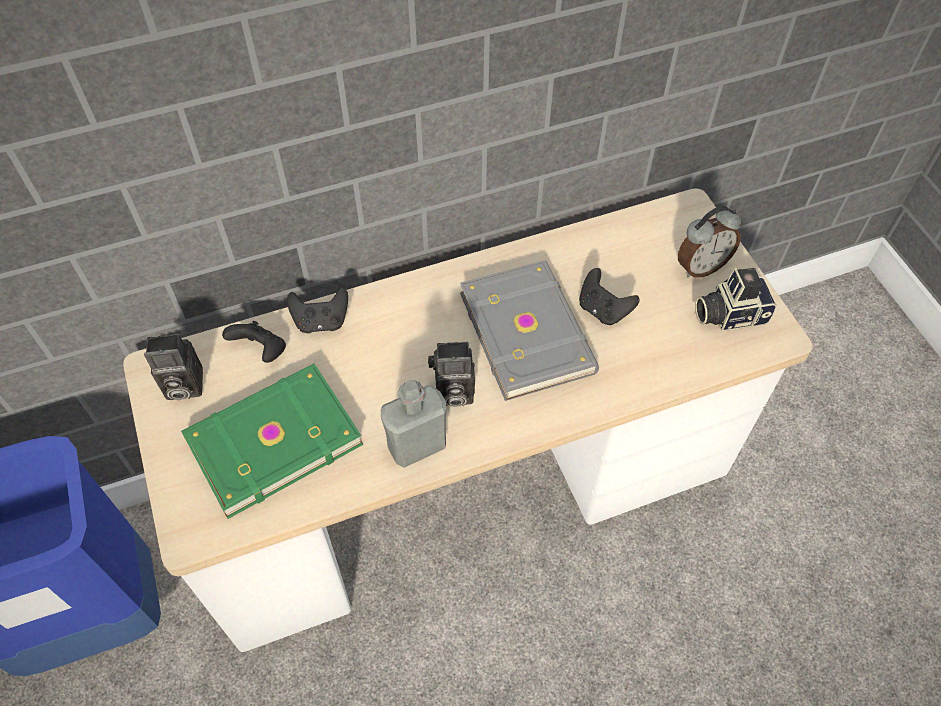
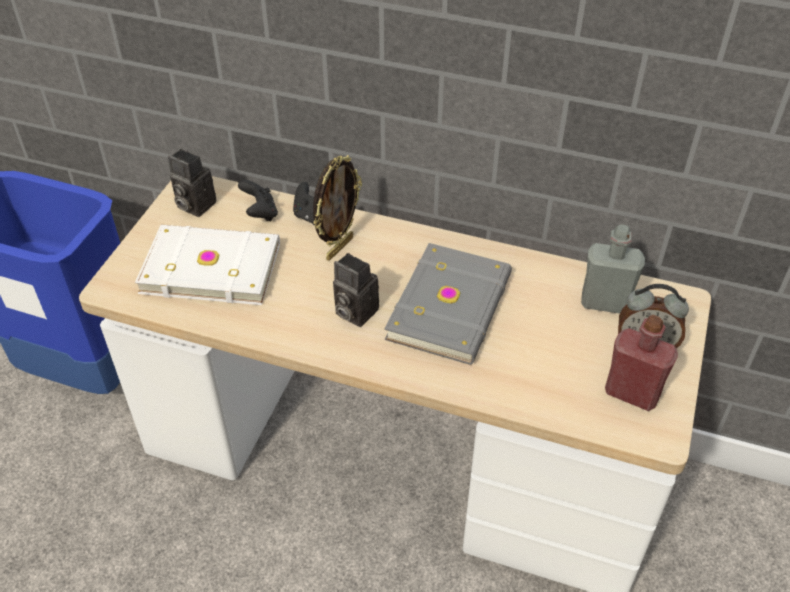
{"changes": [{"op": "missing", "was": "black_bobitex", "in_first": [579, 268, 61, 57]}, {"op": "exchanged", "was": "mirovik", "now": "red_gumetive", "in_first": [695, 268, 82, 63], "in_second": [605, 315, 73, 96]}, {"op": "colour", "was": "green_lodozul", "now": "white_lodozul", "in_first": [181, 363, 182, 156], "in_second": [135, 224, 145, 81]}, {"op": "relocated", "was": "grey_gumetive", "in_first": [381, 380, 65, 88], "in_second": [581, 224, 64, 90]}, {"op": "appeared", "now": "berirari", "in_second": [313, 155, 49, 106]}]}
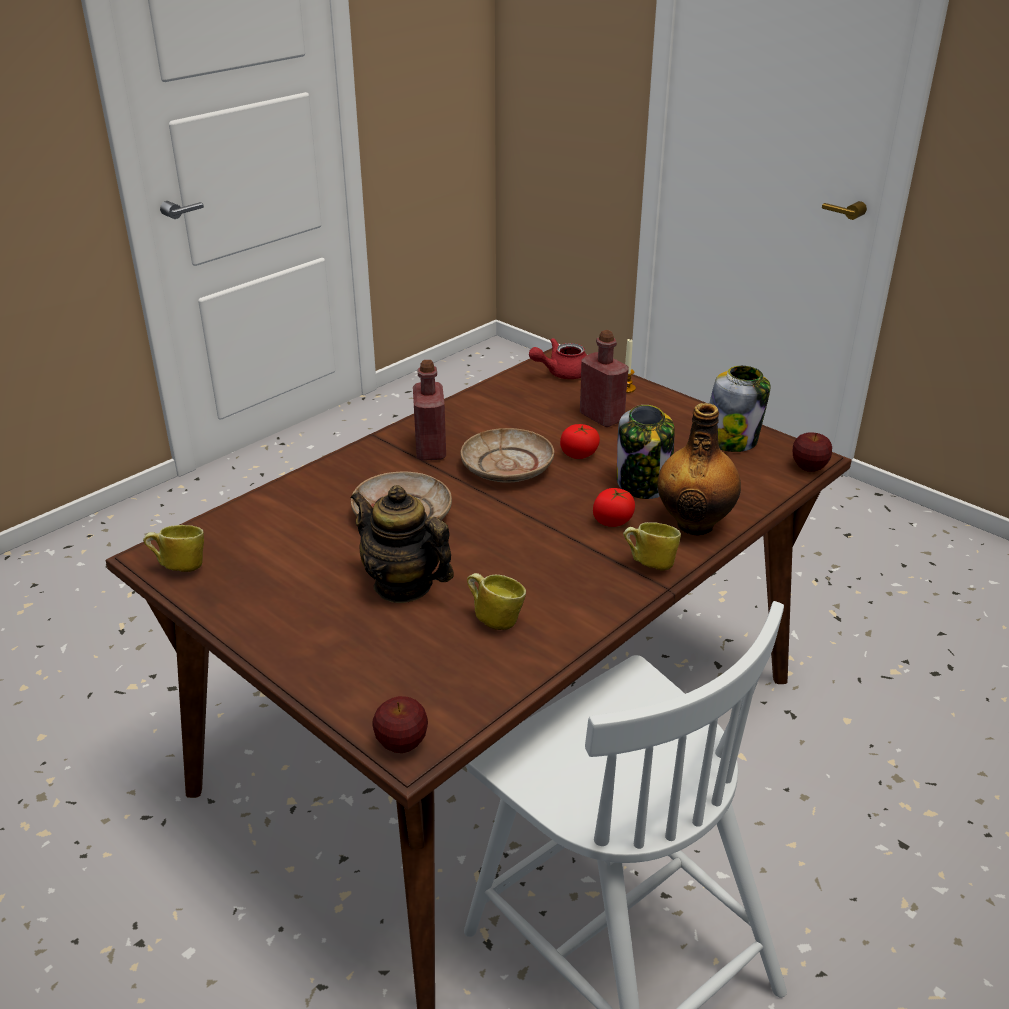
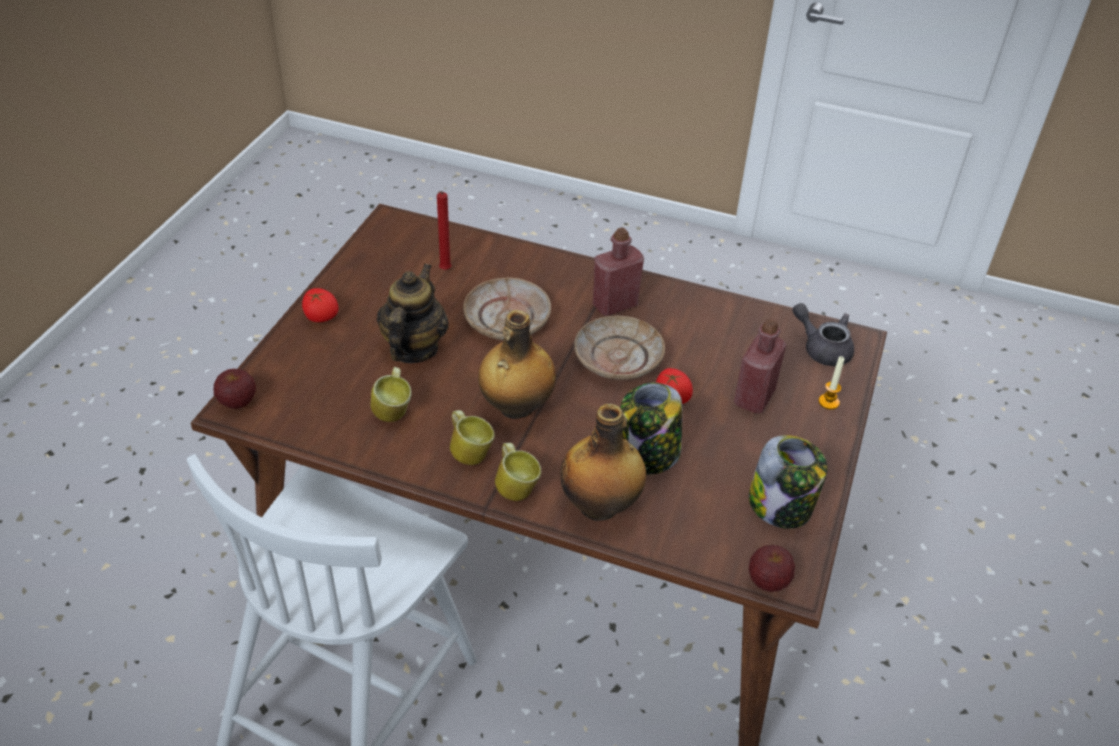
{"changes": [{"op": "colour", "was": "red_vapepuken", "now": "grey_vapepuken", "in_first": [529, 338, 58, 41], "in_second": [793, 303, 61, 63]}, {"op": "relocated", "was": "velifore", "in_first": [593, 488, 42, 39], "in_second": [302, 288, 36, 34]}, {"op": "relocated", "was": "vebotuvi", "in_first": [143, 525, 61, 47], "in_second": [450, 410, 45, 55]}, {"op": "appeared", "now": "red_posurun", "in_second": [437, 191, 15, 79]}, {"op": "appeared", "now": "gumetive", "in_second": [478, 310, 78, 109]}]}
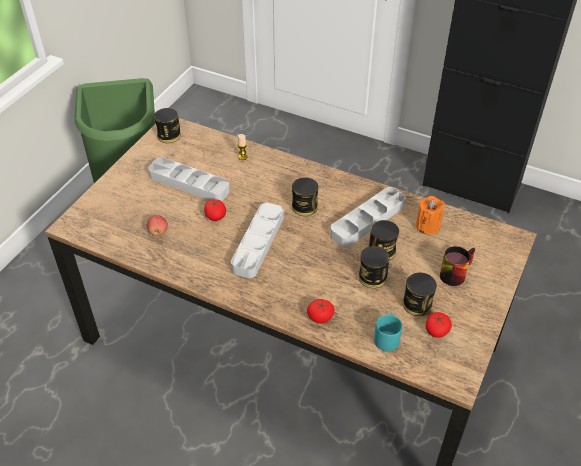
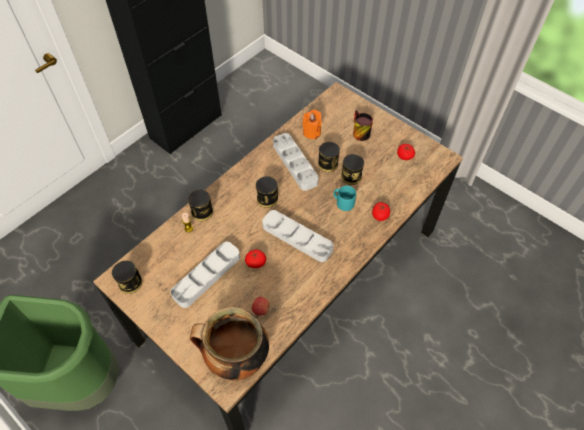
{"changes": [{"op": "relocated", "was": "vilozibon", "in_first": [403, 273, 34, 43], "in_second": [188, 190, 25, 31]}, {"op": "relocated", "was": "turquoise_vebotuvi", "in_first": [374, 314, 28, 38], "in_second": [334, 186, 22, 25]}, {"op": "appeared", "now": "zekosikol", "in_second": [190, 307, 79, 73]}]}
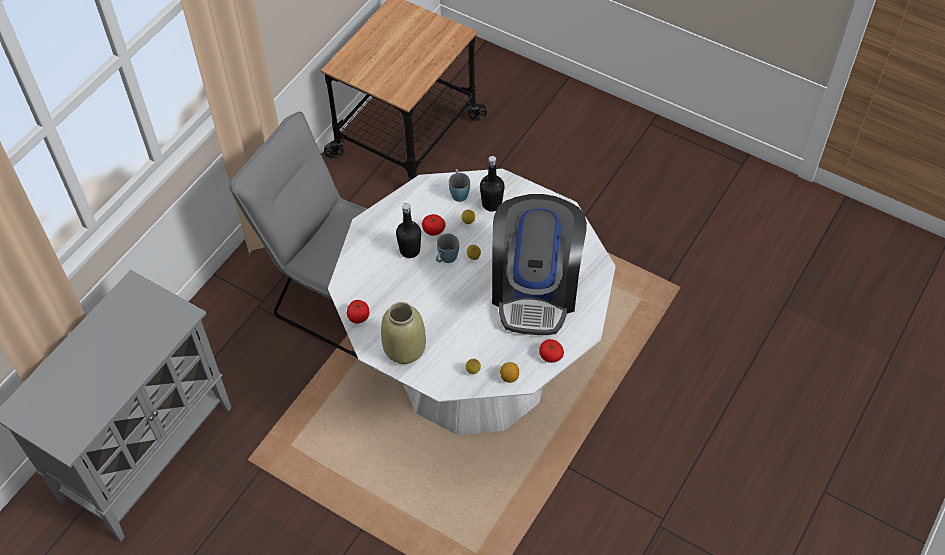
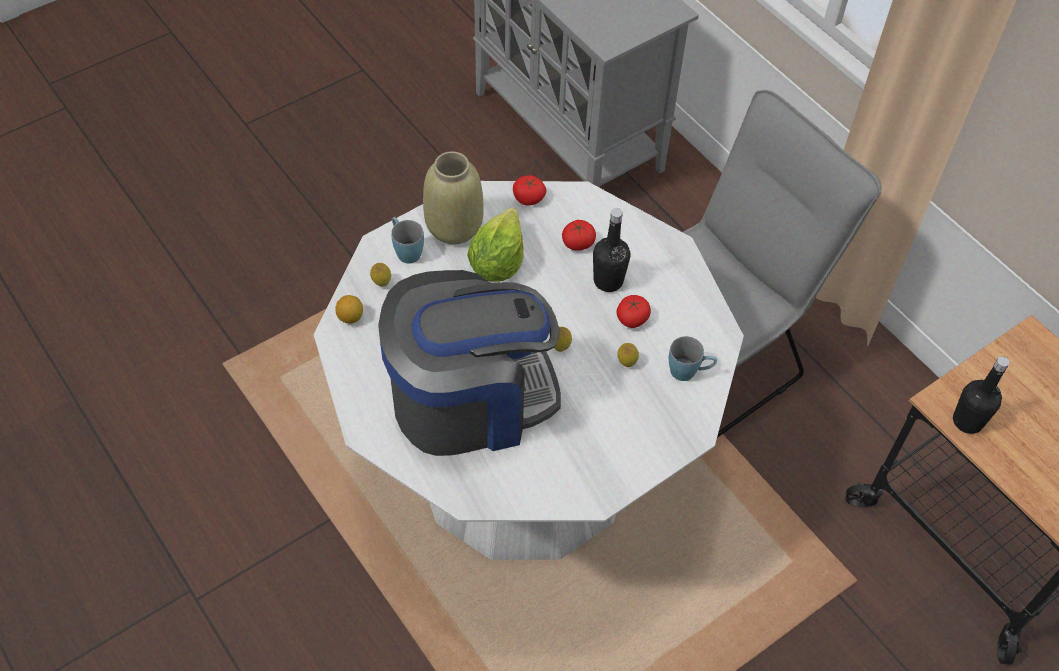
{"changes": [{"op": "relocated", "was": "black_gumetive", "in_first": [480, 156, 25, 56], "in_second": [953, 356, 57, 78]}, {"op": "spun", "was": "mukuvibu", "in_first": [492, 194, 95, 141], "in_second": [378, 270, 183, 186], "clockwise": 135}, {"op": "relocated", "was": "blue_vebotuvi", "in_first": [436, 234, 23, 29], "in_second": [391, 217, 33, 47]}, {"op": "relocated", "was": "velifore", "in_first": [539, 339, 25, 24], "in_second": [562, 220, 34, 31]}, {"op": "appeared", "now": "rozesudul", "in_second": [467, 208, 57, 74]}]}
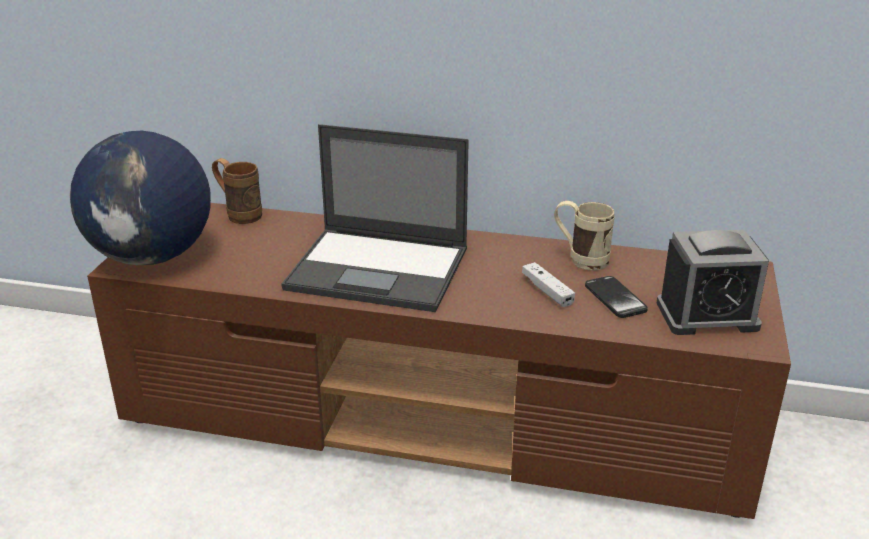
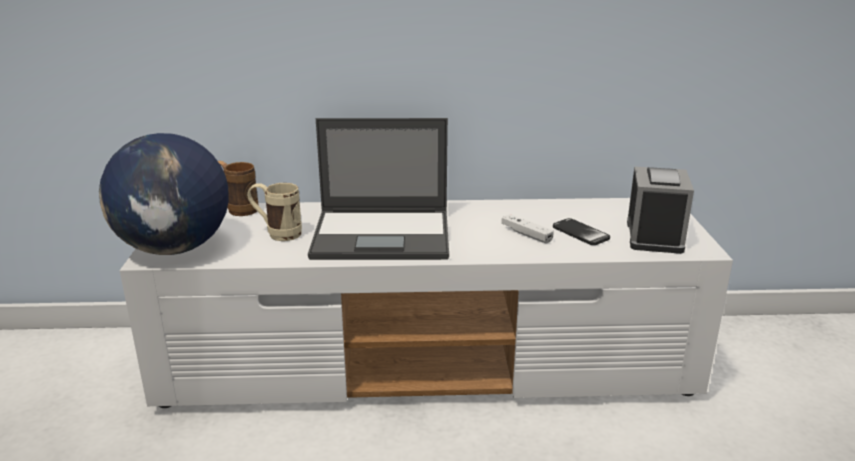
{"changes": [{"op": "relocated", "was": "beige_vebotuvi", "in_first": [554, 201, 61, 70], "in_second": [247, 183, 55, 58]}, {"op": "colour", "was": "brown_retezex", "now": "white_retezex", "in_first": [87, 203, 704, 316], "in_second": [120, 198, 613, 210]}, {"op": "spun", "was": "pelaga", "in_first": [657, 230, 112, 105], "in_second": [627, 166, 67, 88], "clockwise": -60}]}
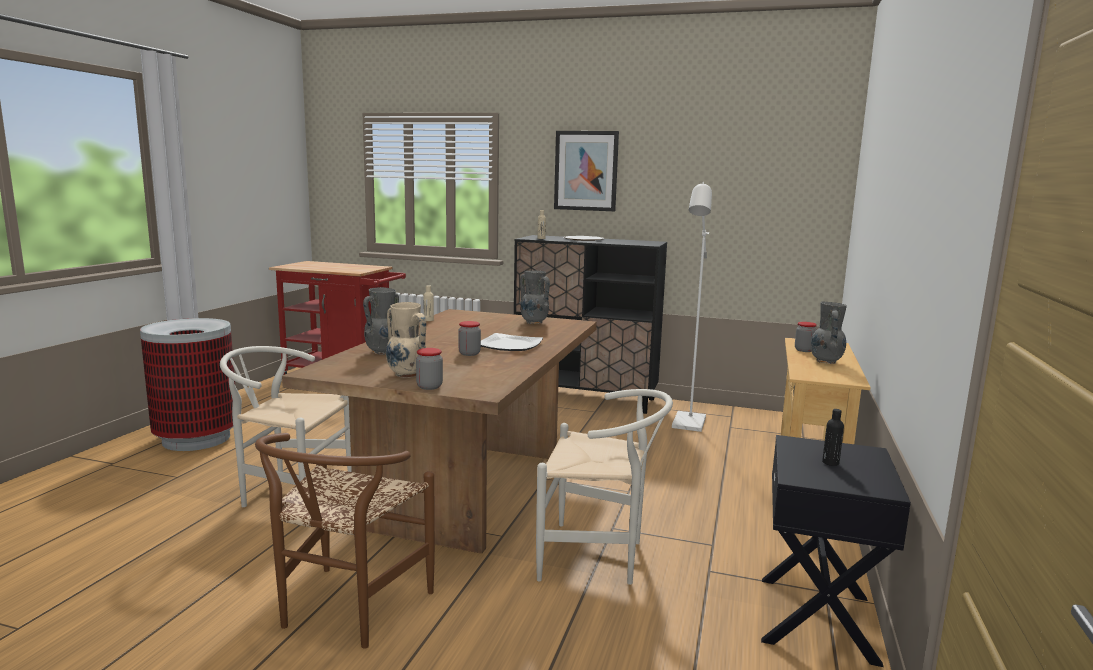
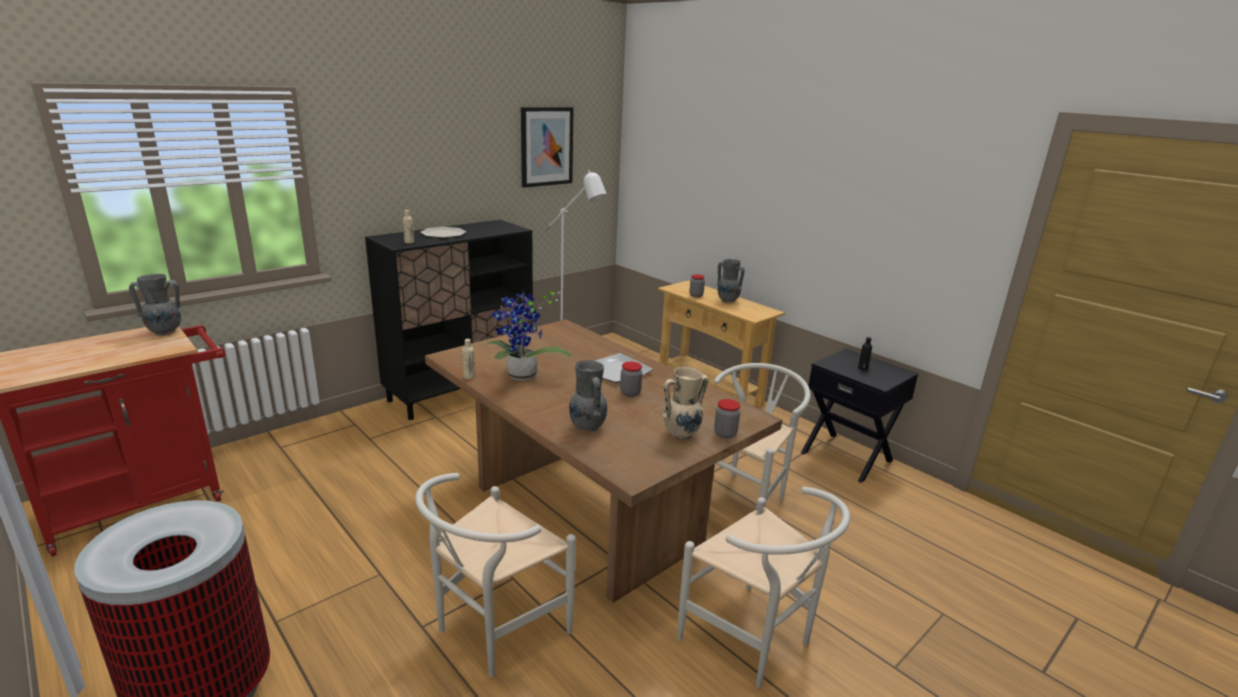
{"changes": [{"op": "relocated", "was": "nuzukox", "in_first": [554, 131, 65, 80], "in_second": [521, 107, 53, 81]}, {"op": "relocated", "was": "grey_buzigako", "in_first": [520, 270, 30, 54], "in_second": [129, 274, 54, 62]}, {"op": "colour", "was": "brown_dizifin", "now": "white_dizifin", "in_first": [255, 433, 180, 216], "in_second": [677, 487, 173, 201]}, {"op": "appeared", "now": "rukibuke", "in_second": [486, 289, 85, 92]}]}
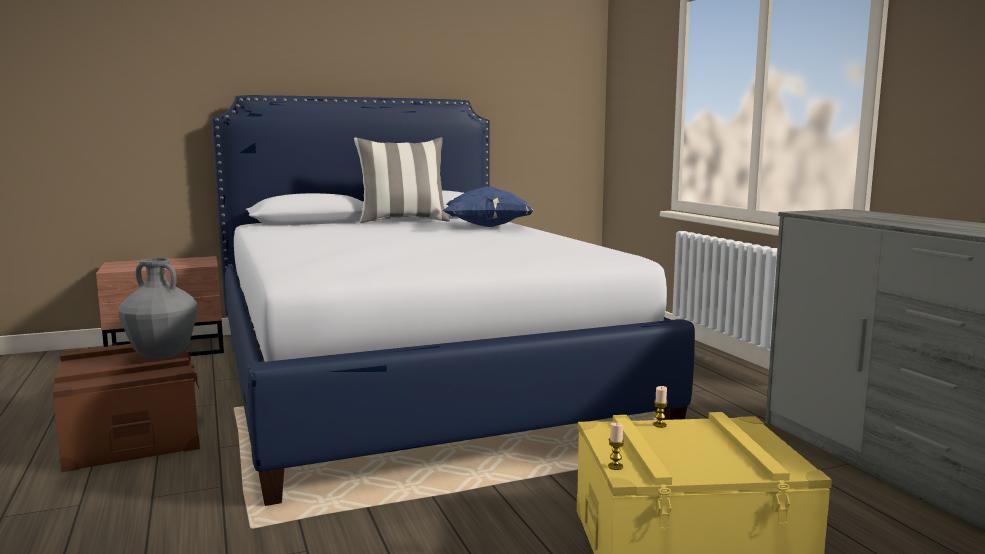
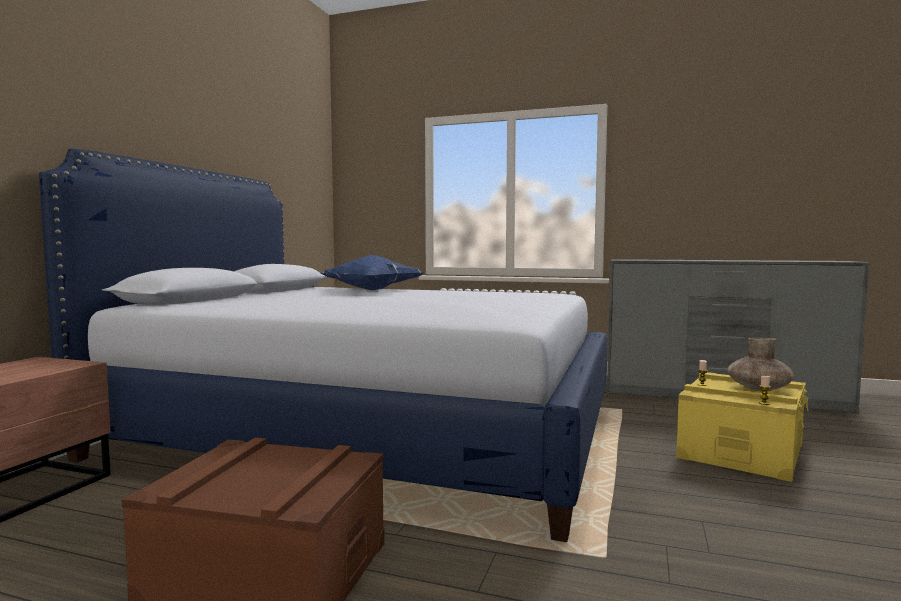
{"changes": [{"op": "missing", "was": "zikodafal", "in_first": [354, 137, 96, 86]}, {"op": "missing", "was": "grey_buzigako", "in_first": [118, 258, 80, 101]}, {"op": "appeared", "now": "brown_buzigako", "in_second": [727, 338, 67, 53]}]}
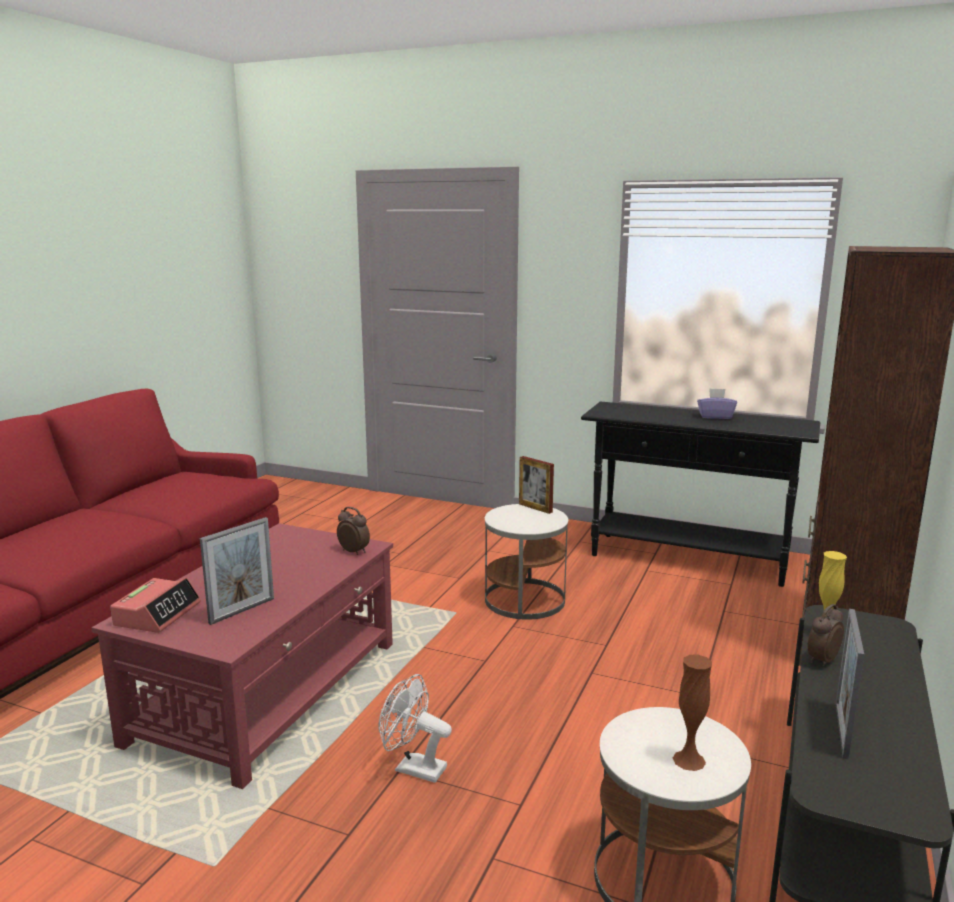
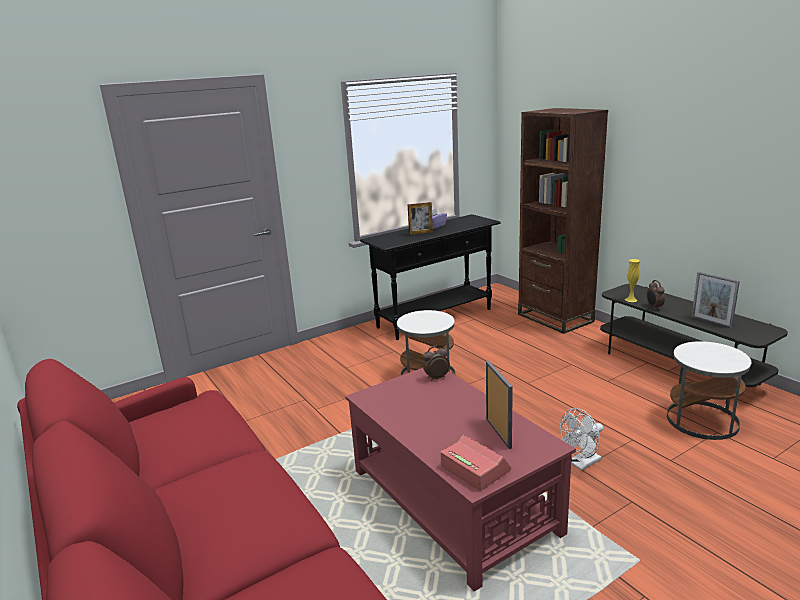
{"changes": [{"op": "relocated", "was": "berirari", "in_first": [519, 456, 35, 58], "in_second": [408, 202, 25, 33]}, {"op": "missing", "was": "brown_buzigako", "in_first": [673, 655, 39, 116]}]}
